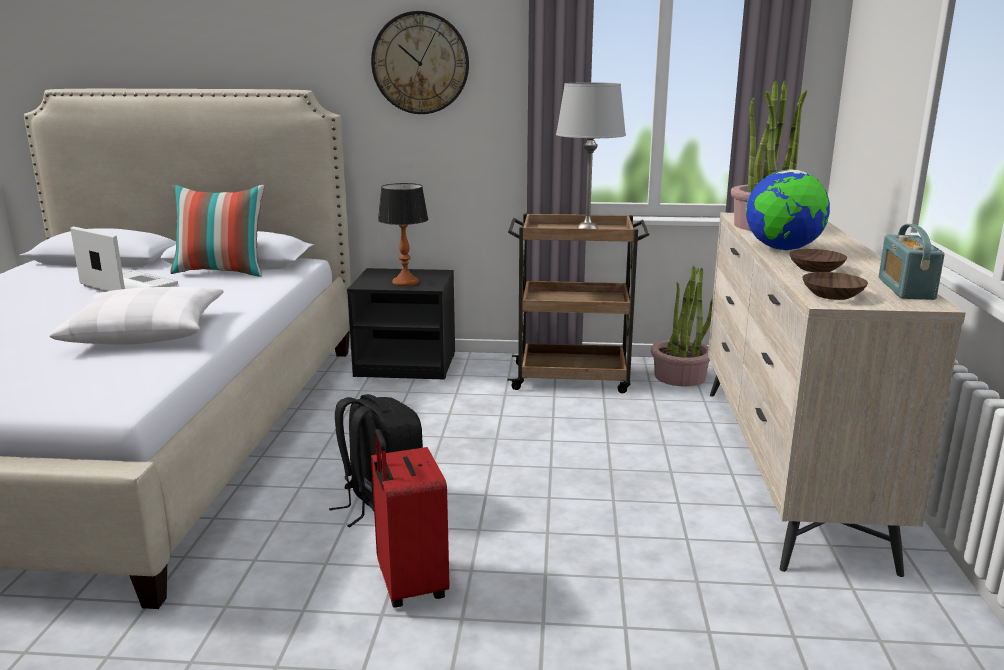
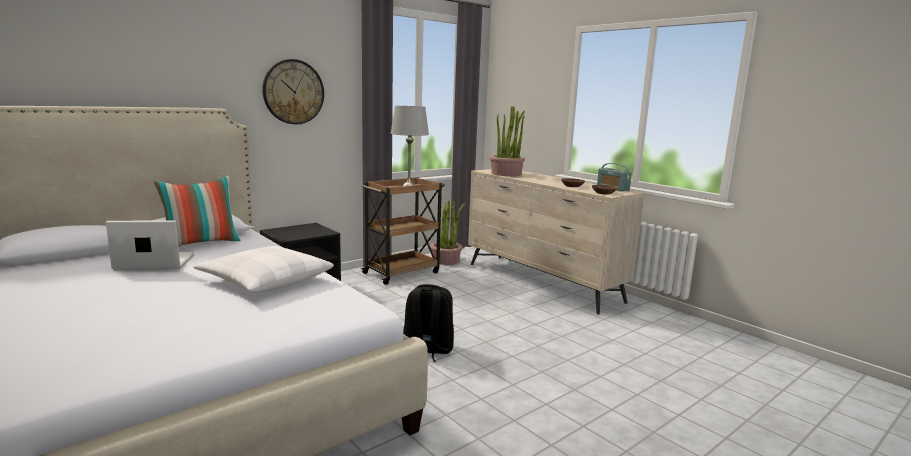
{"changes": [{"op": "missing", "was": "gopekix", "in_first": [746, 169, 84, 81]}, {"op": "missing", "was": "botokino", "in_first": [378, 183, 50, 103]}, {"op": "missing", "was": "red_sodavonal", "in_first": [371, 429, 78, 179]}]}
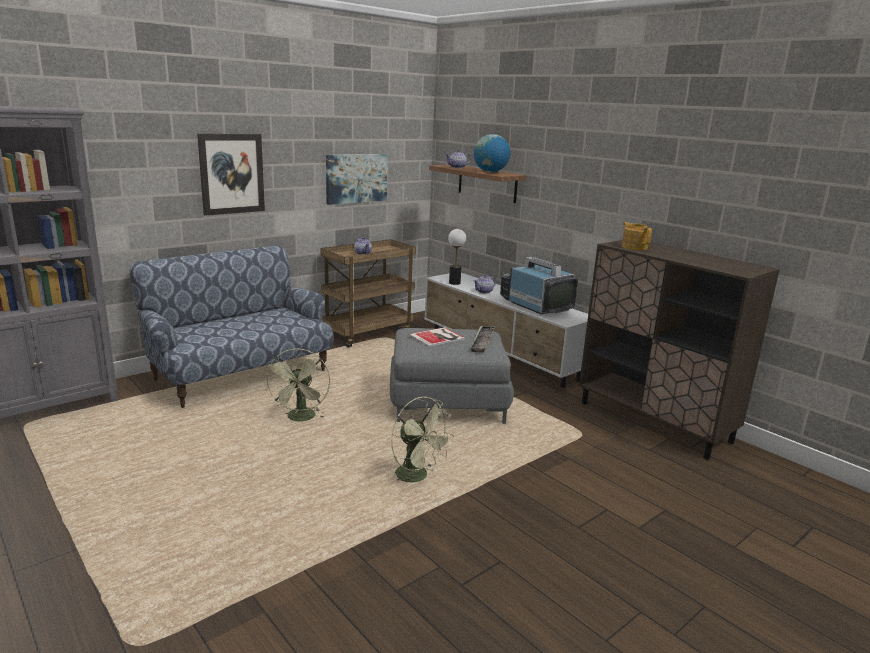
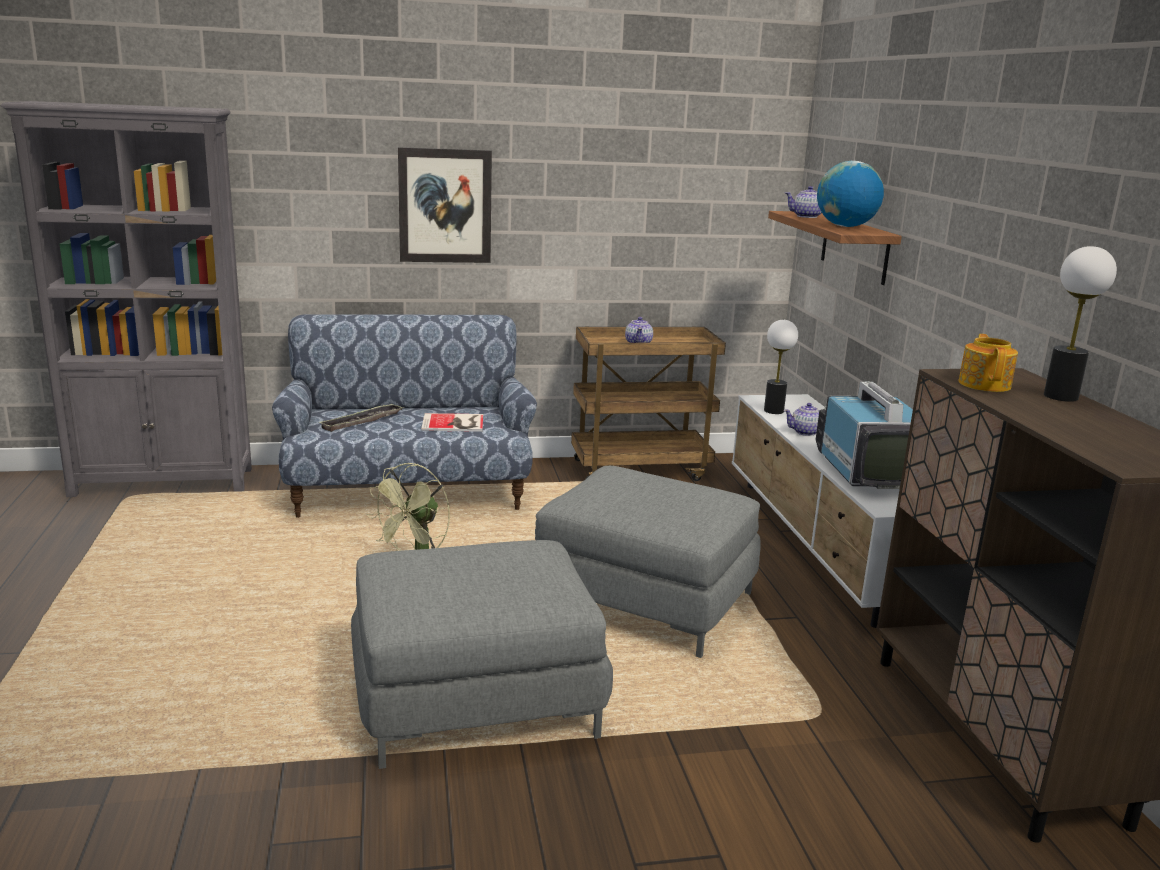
{"changes": [{"op": "missing", "was": "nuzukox", "in_first": [326, 154, 62, 51]}, {"op": "relocated", "was": "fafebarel", "in_first": [470, 326, 26, 27], "in_second": [318, 403, 85, 29]}, {"op": "relocated", "was": "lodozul", "in_first": [409, 327, 56, 20], "in_second": [421, 413, 62, 19]}, {"op": "exchanged", "was": "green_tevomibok", "now": "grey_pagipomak", "in_first": [391, 397, 63, 85], "in_second": [351, 540, 262, 229]}, {"op": "appeared", "now": "botokino", "in_second": [1044, 246, 73, 156]}]}
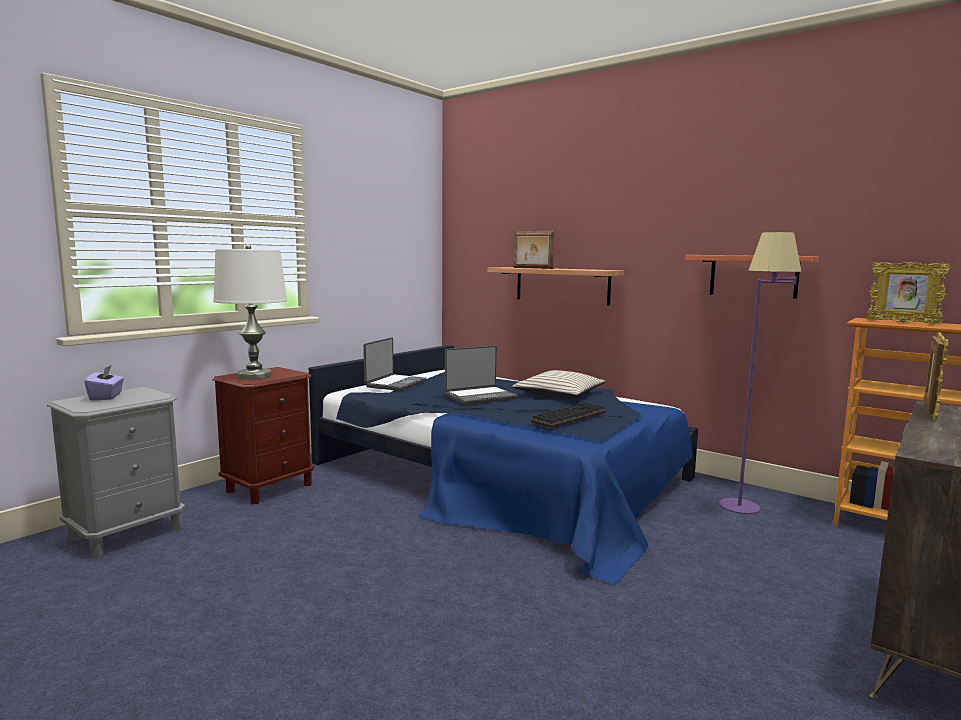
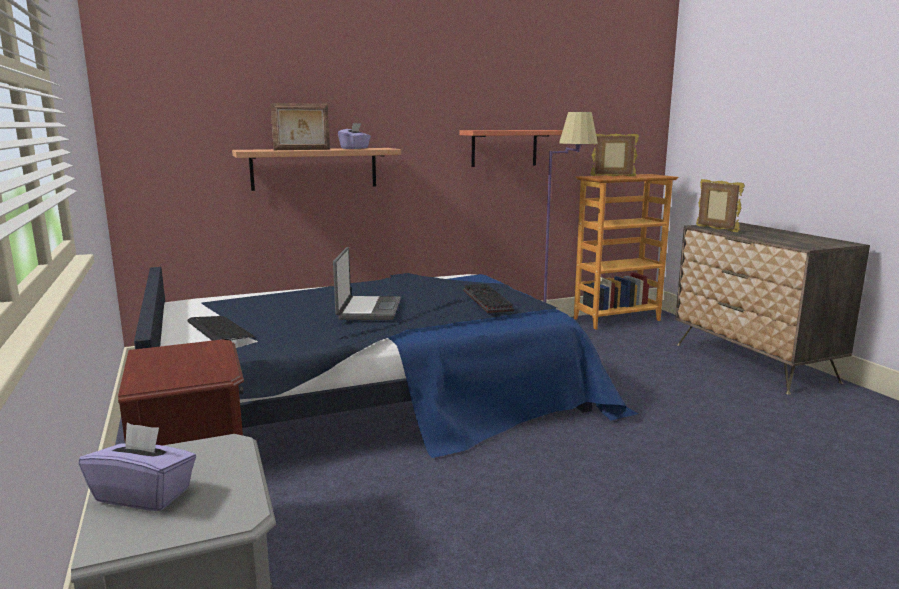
{"changes": [{"op": "missing", "was": "white_botokino", "in_first": [213, 244, 74, 135]}, {"op": "spun", "was": "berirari", "in_first": [866, 262, 84, 62], "in_second": [590, 133, 49, 44], "clockwise": -150}, {"op": "exchanged", "was": "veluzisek", "now": "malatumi", "in_first": [363, 337, 63, 54], "in_second": [187, 316, 68, 25]}, {"op": "missing", "was": "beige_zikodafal", "in_first": [512, 370, 94, 29]}, {"op": "appeared", "now": "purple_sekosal", "in_second": [338, 123, 33, 26]}]}
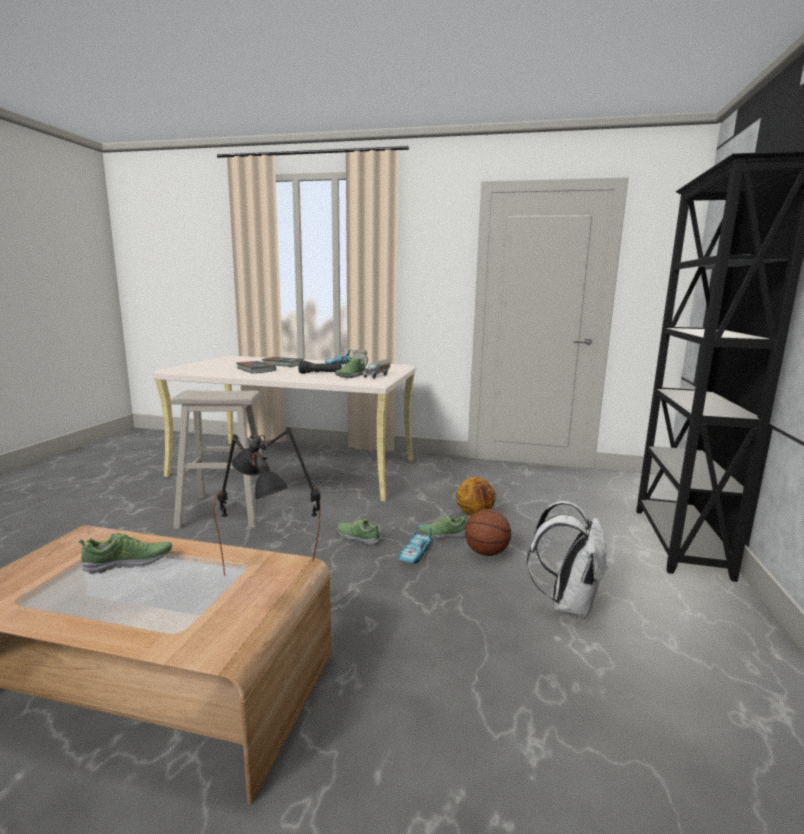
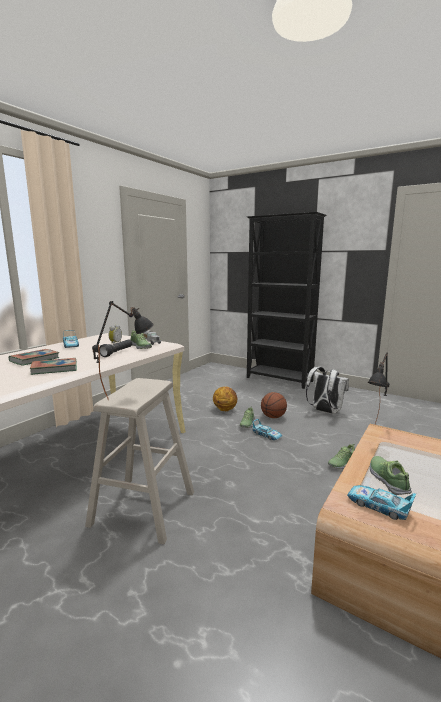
{"changes": [{"op": "relocated", "was": "black_botokino", "in_first": [213, 434, 75, 142], "in_second": [92, 301, 62, 100]}, {"op": "relocated", "was": "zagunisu", "in_first": [338, 518, 43, 28], "in_second": [328, 444, 27, 26]}, {"op": "appeared", "now": "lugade", "in_second": [347, 485, 69, 35]}]}
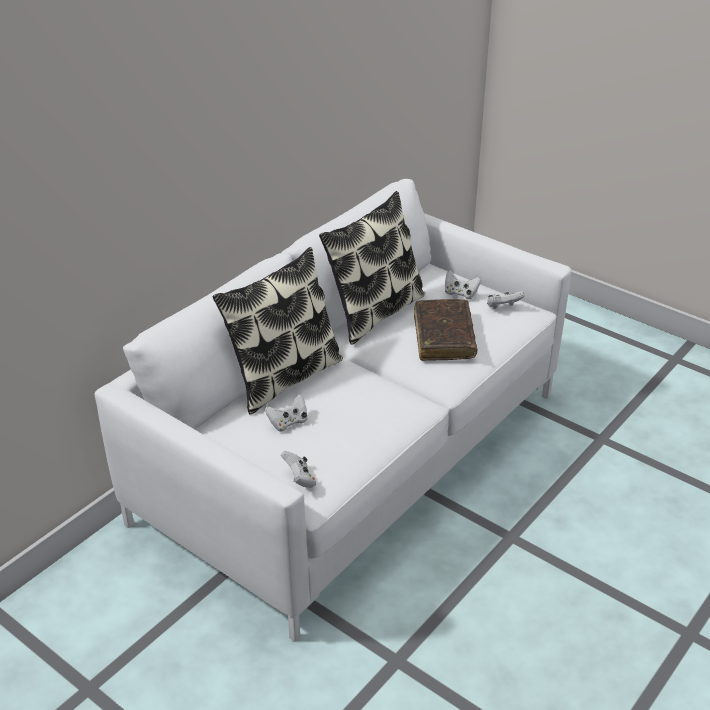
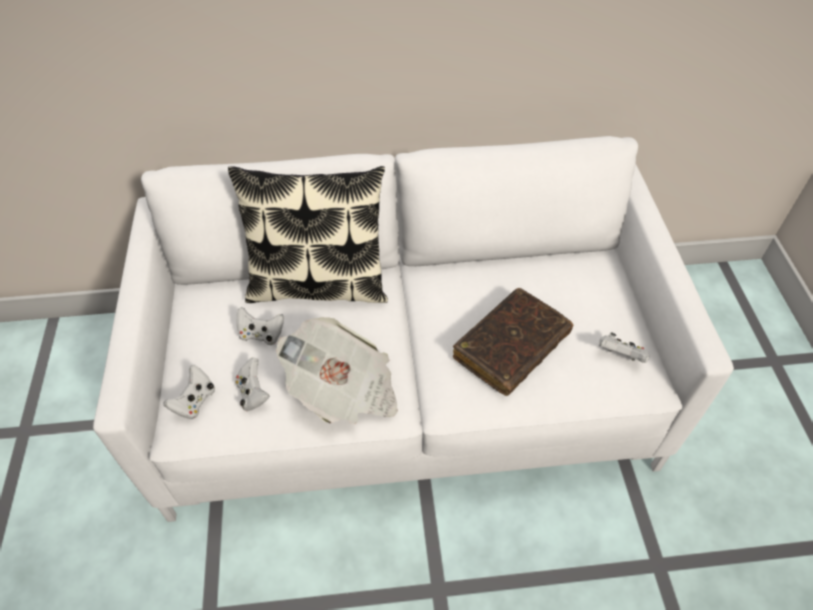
{"changes": [{"op": "missing", "was": "zikodafal", "in_first": [319, 191, 106, 154]}, {"op": "relocated", "was": "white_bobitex", "in_first": [445, 270, 36, 29], "in_second": [235, 357, 35, 54]}, {"op": "appeared", "now": "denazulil", "in_second": [276, 317, 122, 107]}]}
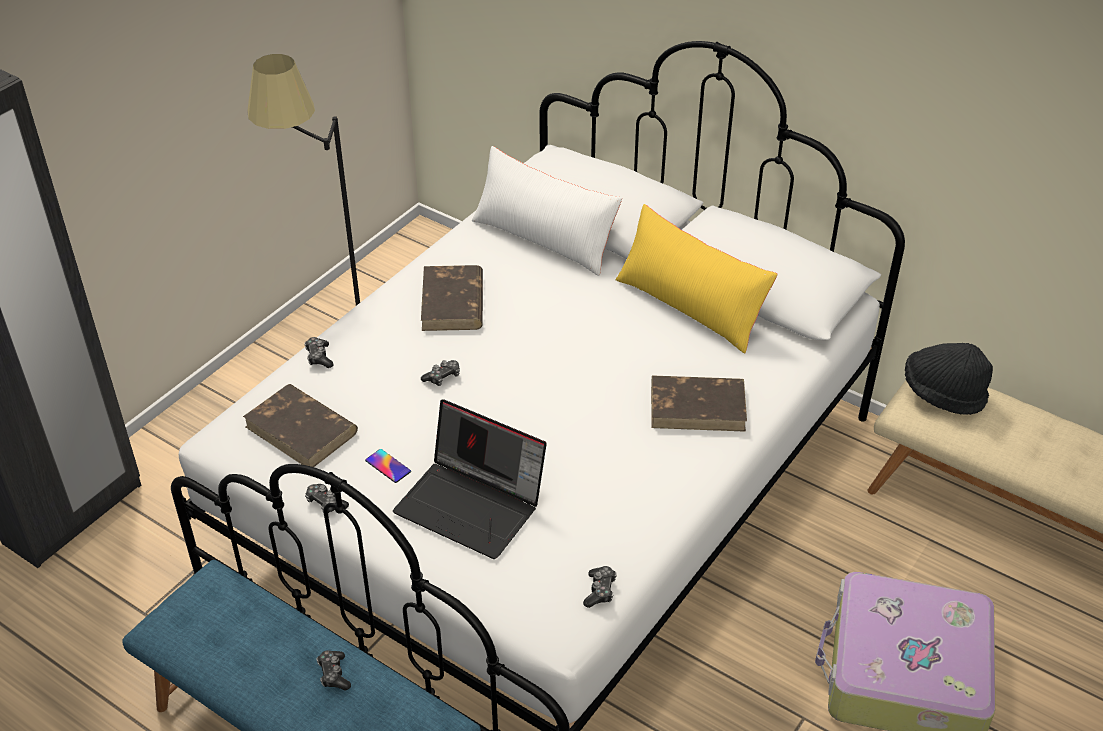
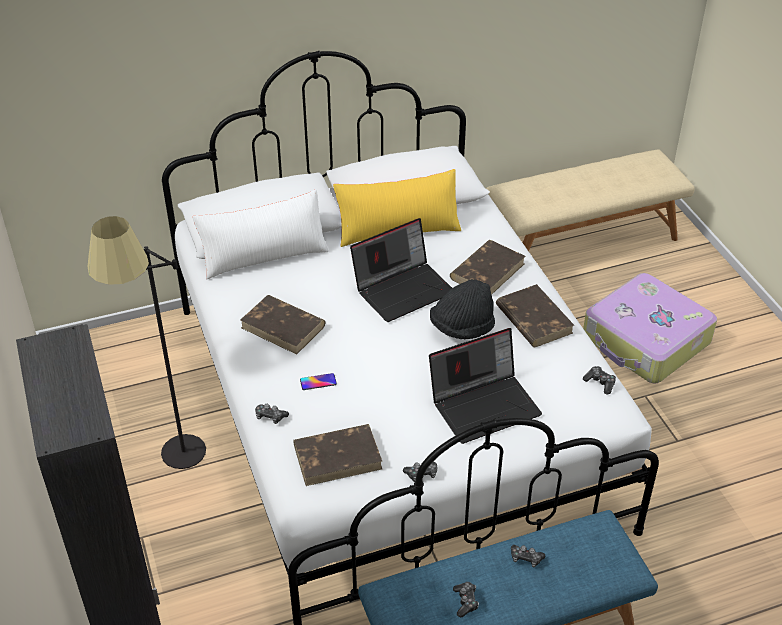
{"changes": [{"op": "relocated", "was": "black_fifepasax", "in_first": [905, 343, 88, 72], "in_second": [430, 279, 65, 60]}, {"op": "relocated", "was": "bobitex", "in_first": [421, 360, 39, 26], "in_second": [453, 582, 26, 35]}, {"op": "relocated", "was": "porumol", "in_first": [365, 449, 46, 34], "in_second": [300, 373, 37, 17]}, {"op": "appeared", "now": "veluzisek", "in_second": [350, 218, 102, 104]}, {"op": "appeared", "now": "brown_lodozul", "in_second": [496, 284, 79, 63]}]}
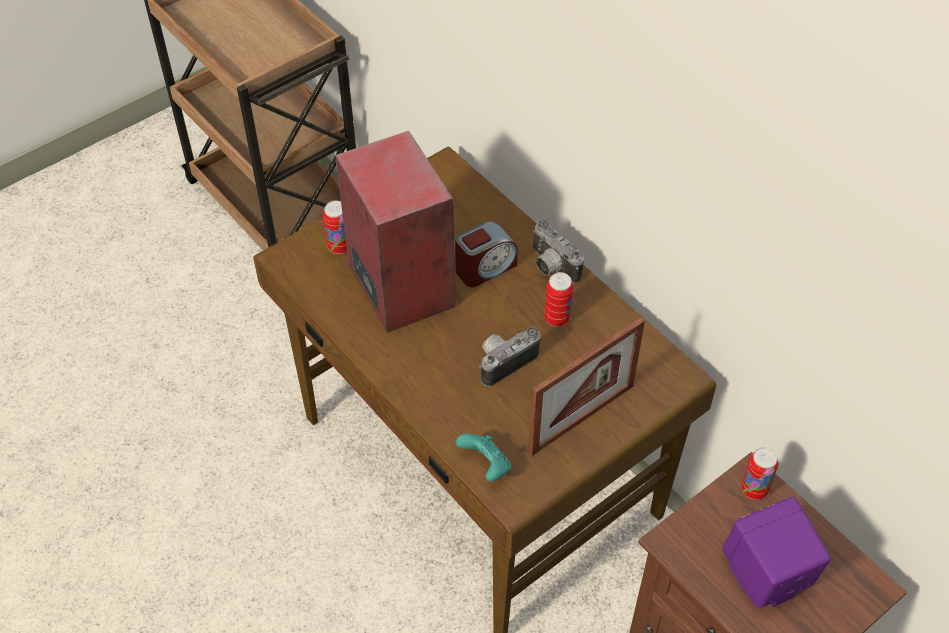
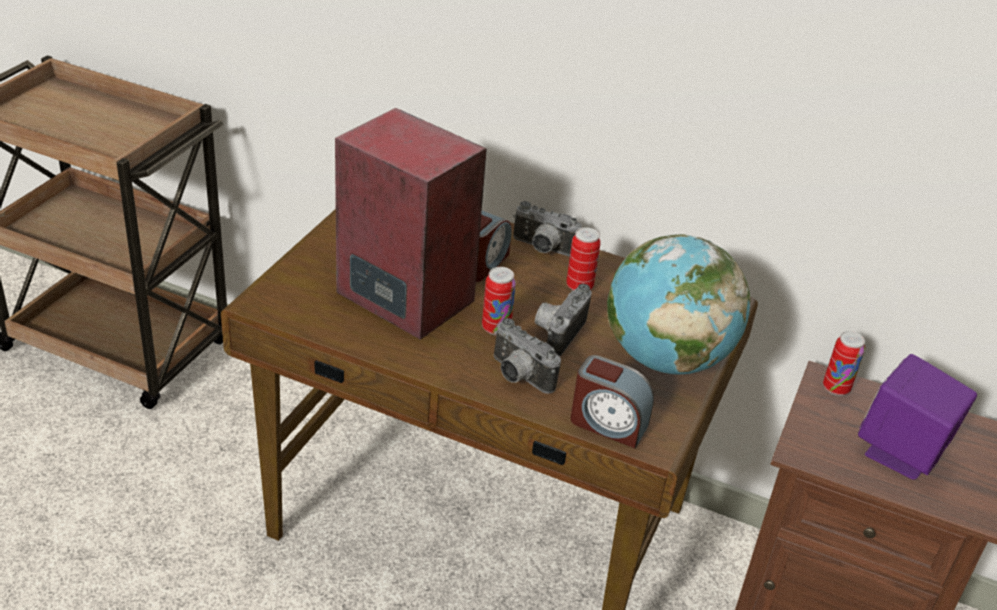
{"changes": [{"op": "relocated", "was": "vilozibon", "in_first": [323, 201, 24, 53], "in_second": [482, 267, 34, 68]}, {"op": "exchanged", "was": "berirari", "now": "gopekix", "in_first": [528, 317, 117, 139], "in_second": [607, 234, 143, 141]}, {"op": "exchanged", "was": "turquoise_bobitex", "now": "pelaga", "in_first": [456, 434, 55, 47], "in_second": [571, 355, 83, 93]}, {"op": "appeared", "now": "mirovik", "in_second": [494, 318, 67, 76]}]}
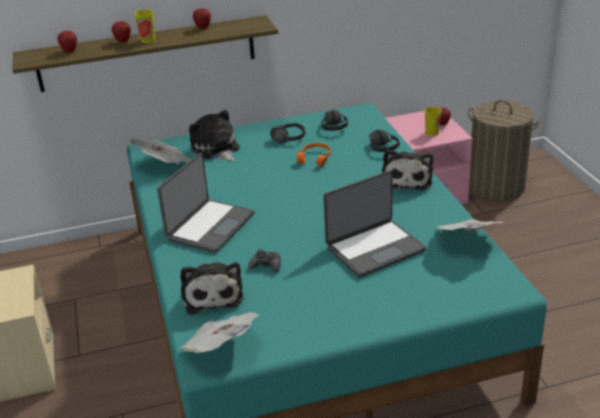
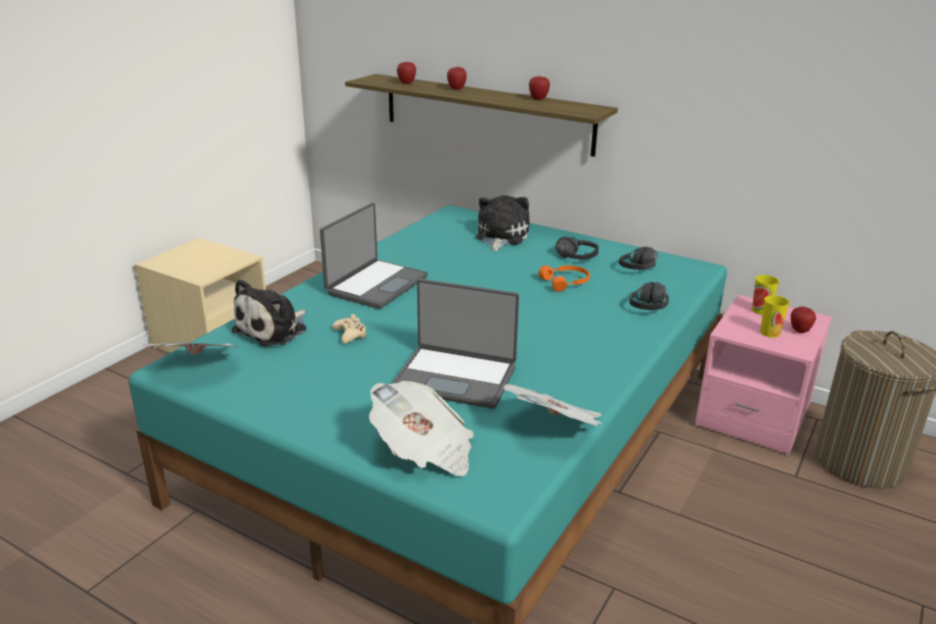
{"changes": [{"op": "relocated", "was": "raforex", "in_first": [134, 10, 21, 33], "in_second": [752, 275, 27, 40]}, {"op": "relocated", "was": "denazulil", "in_first": [128, 135, 63, 29], "in_second": [369, 381, 104, 95]}, {"op": "missing", "was": "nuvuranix", "in_first": [382, 149, 51, 41]}, {"op": "spun", "was": "veluzisek", "in_first": [157, 153, 98, 100], "in_second": [320, 203, 108, 106], "clockwise": -45}, {"op": "colour", "was": "black_bobitex", "now": "beige_bobitex", "in_first": [248, 249, 33, 24], "in_second": [332, 314, 35, 30]}]}
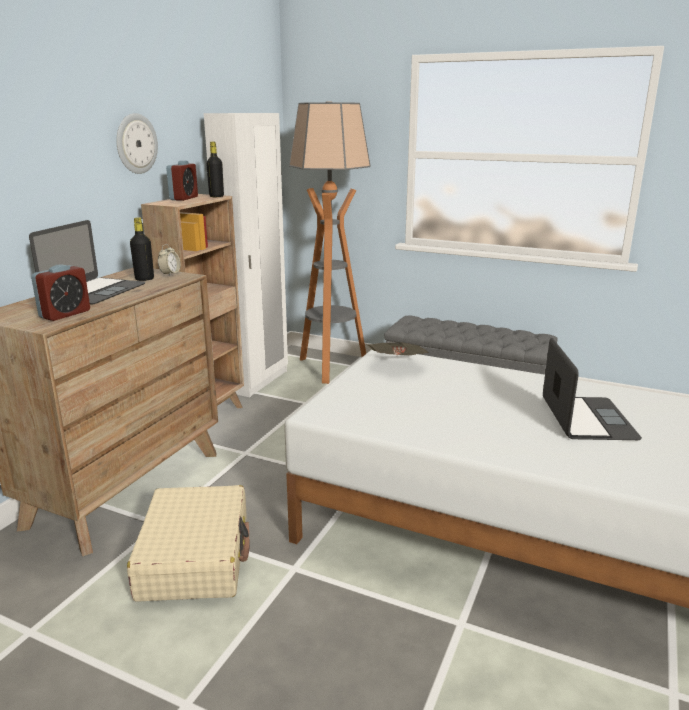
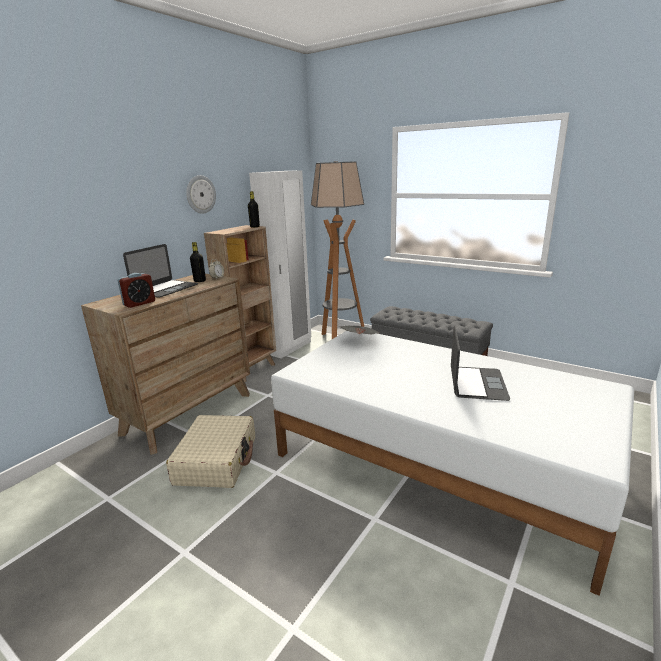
{"changes": [{"op": "missing", "was": "pelaga", "in_first": [166, 160, 32, 41]}]}
